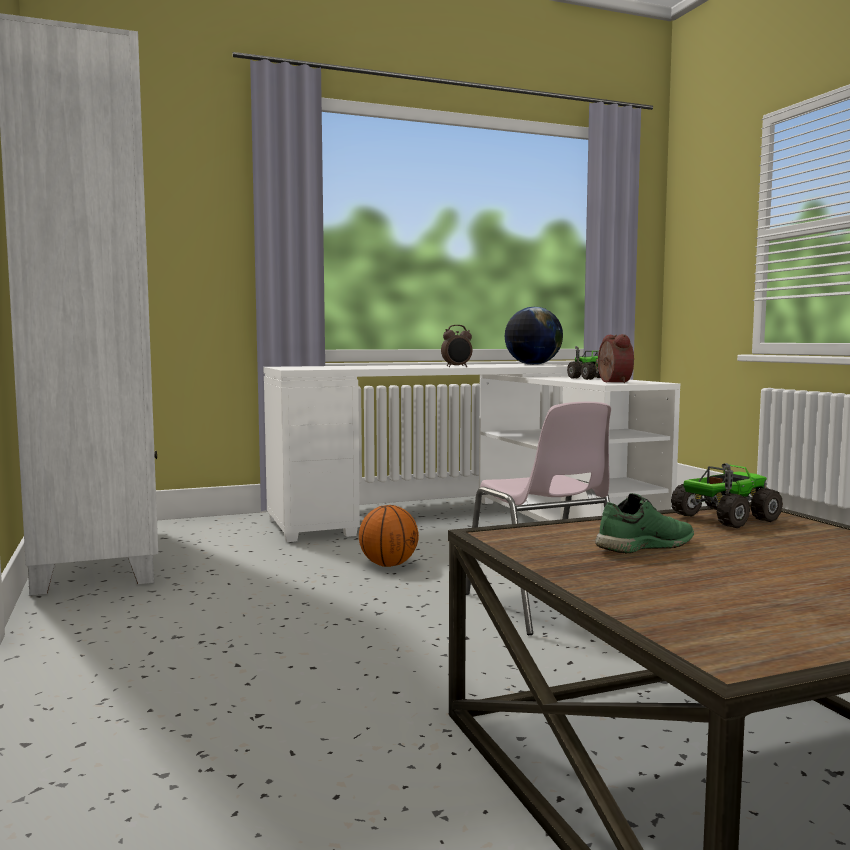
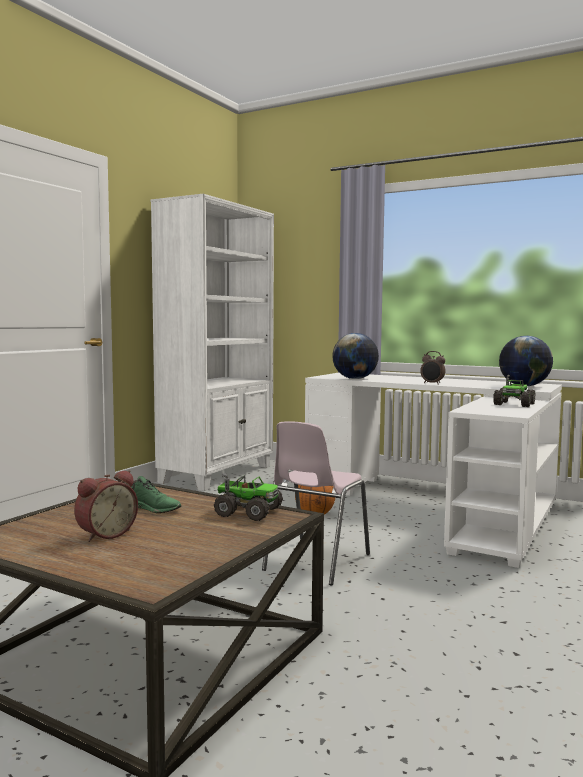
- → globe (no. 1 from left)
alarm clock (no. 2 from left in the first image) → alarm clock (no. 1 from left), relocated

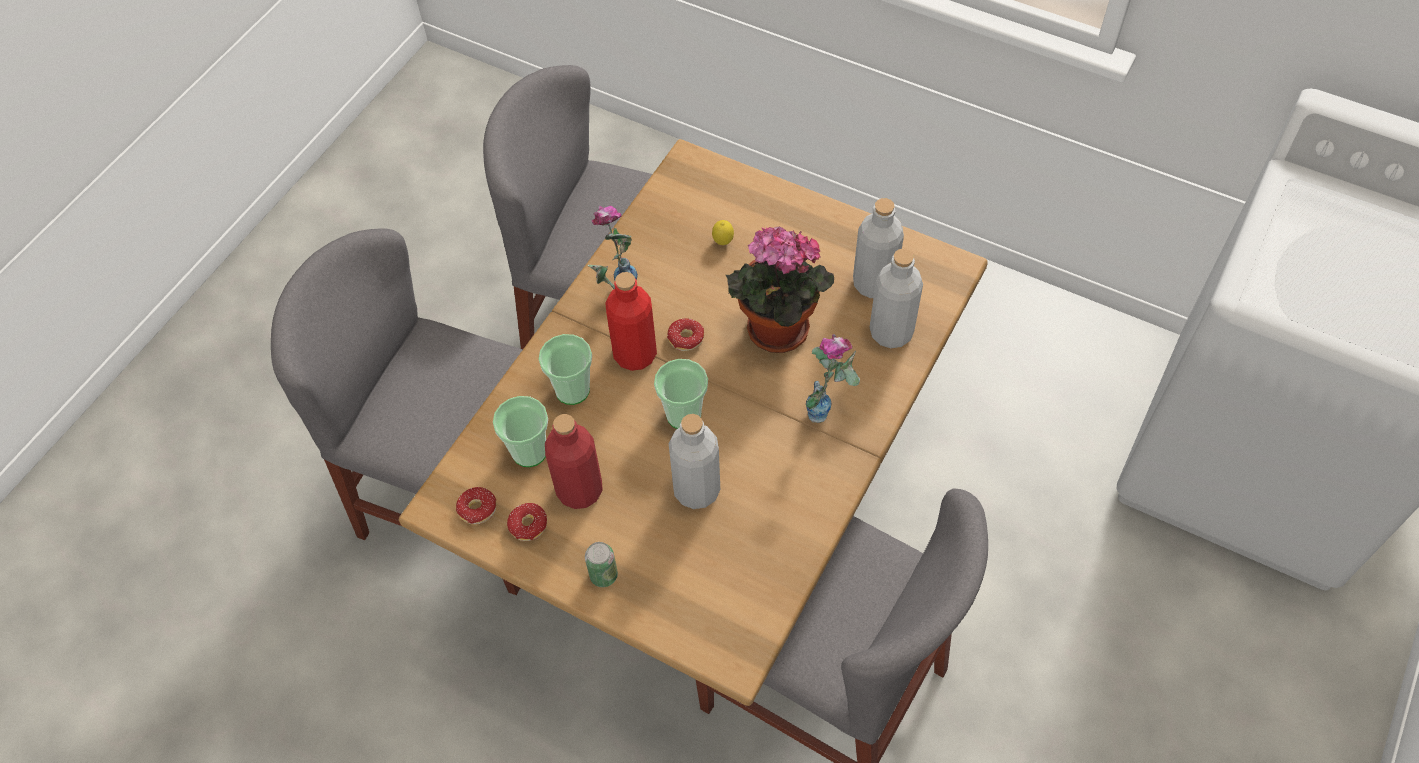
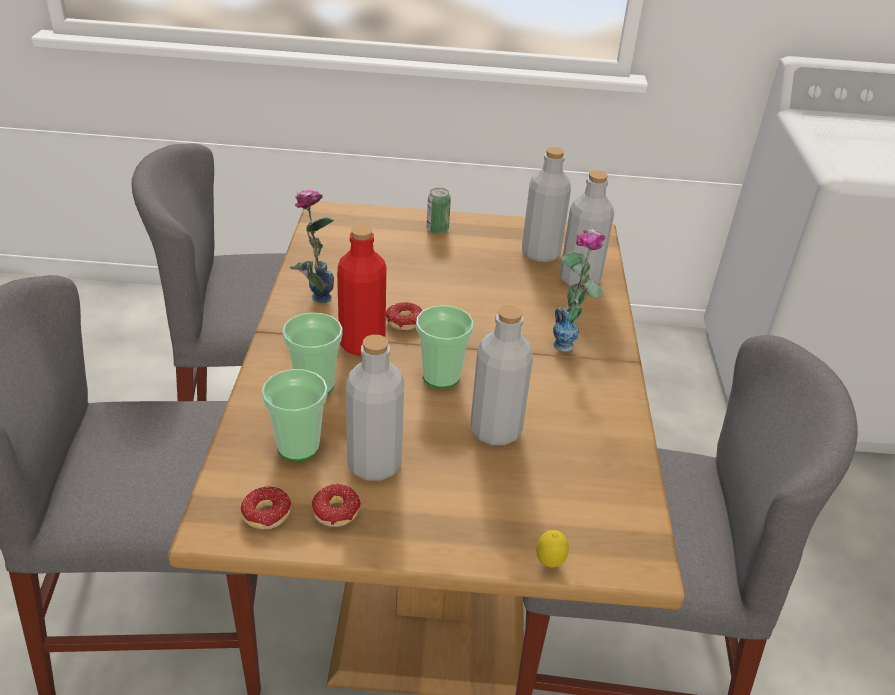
potted plant → -
can, relocated
lemon, relocated
bottle (red) (no. 1 from left) → bottle (grey) (no. 1 from left)

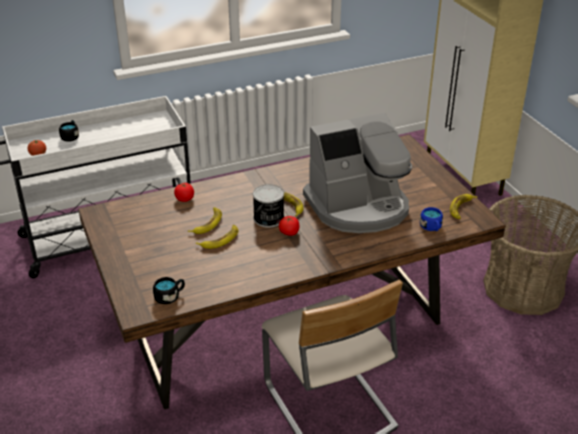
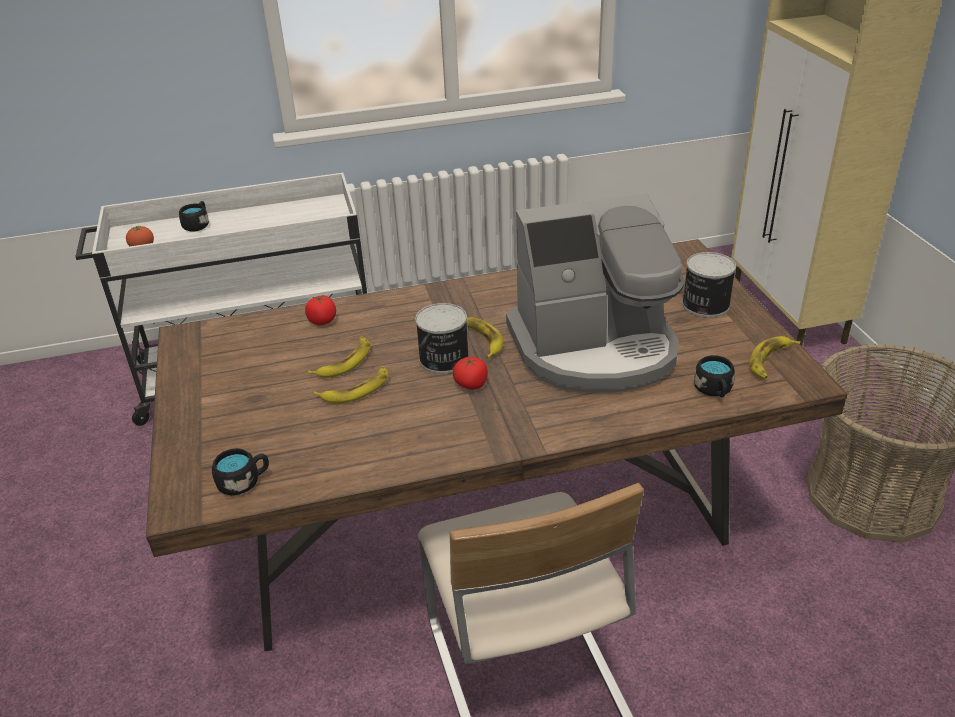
- → can (no. 2 from left)
mug (blue) → mug (black) (no. 3 from left)

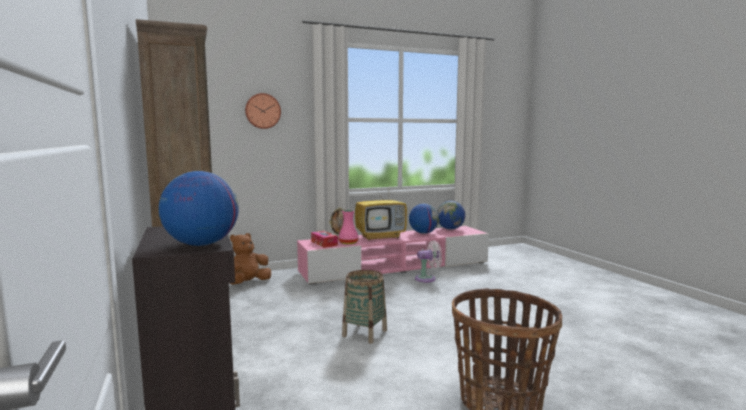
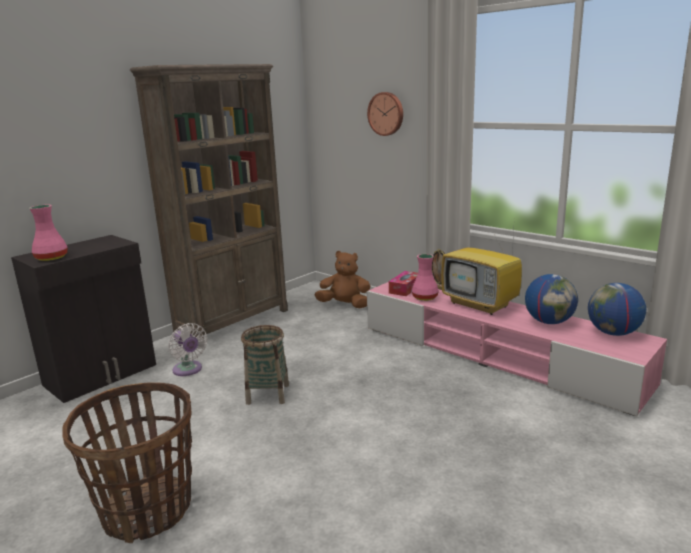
fan (white), relocated
globe (no. 1 from left) → vase (pink) (no. 1 from left)

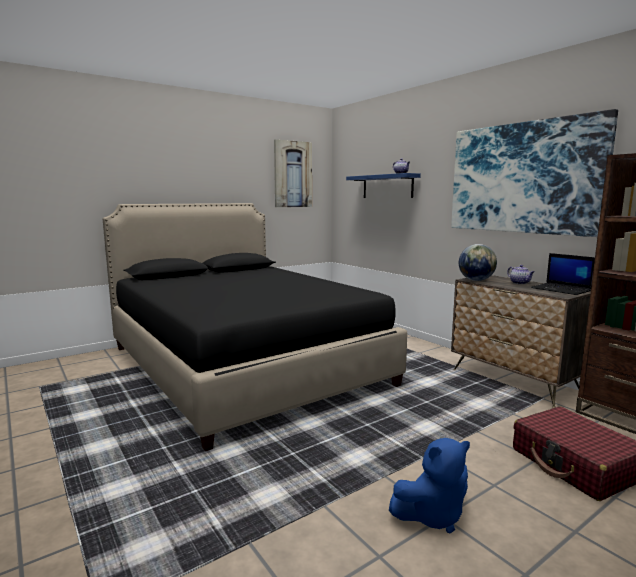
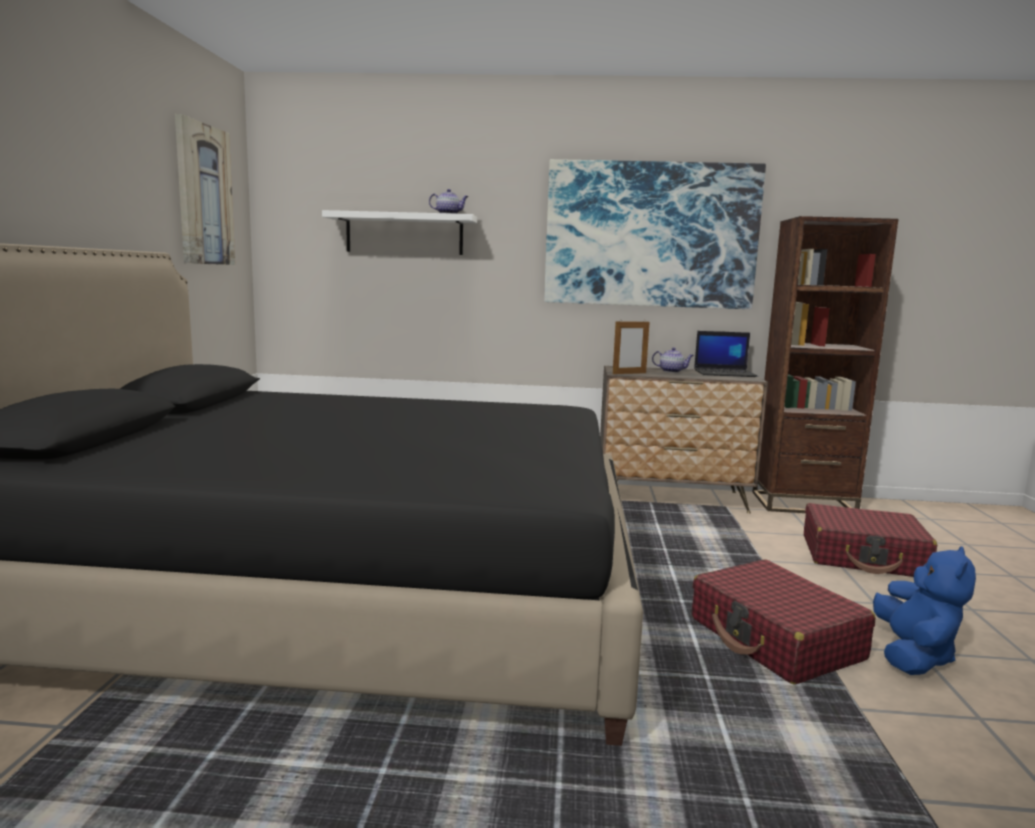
- → suitcase (red) (no. 1 from left)
globe → picture frame
shelf (blue) → shelf (white)

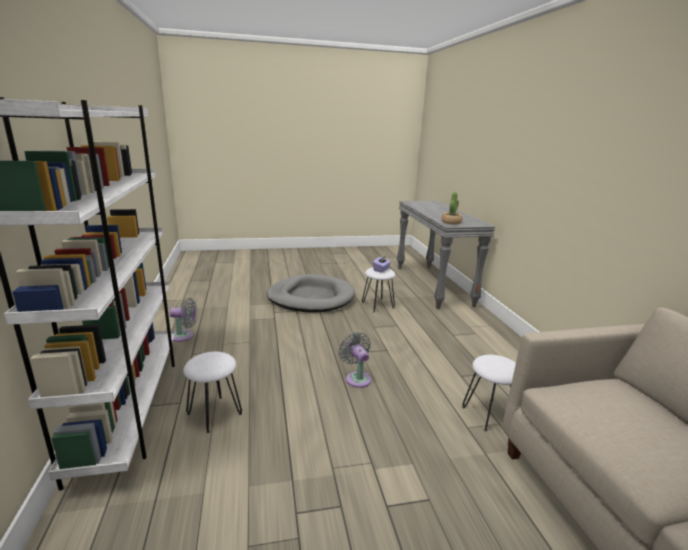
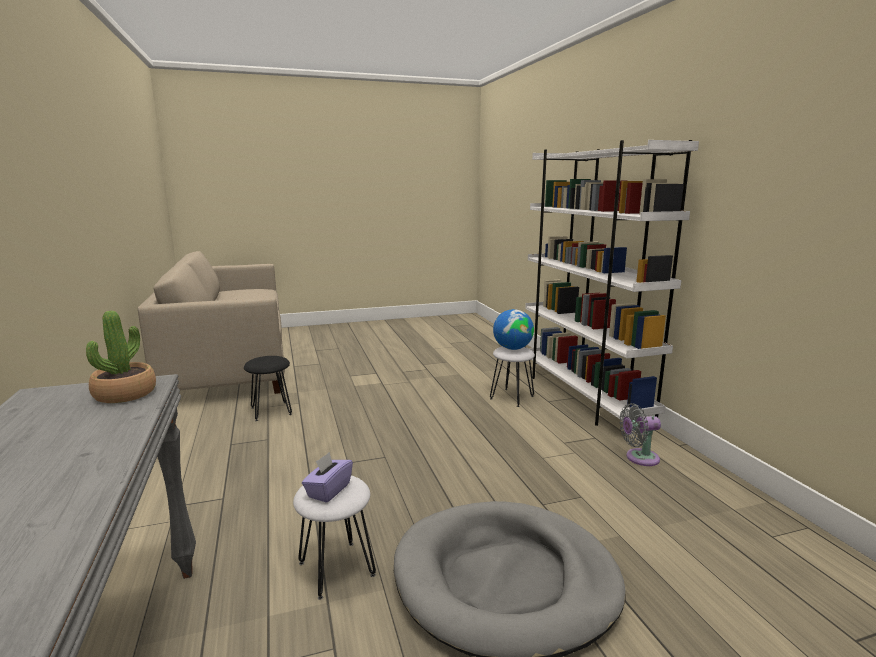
fan (grey) (no. 2 from left) → -
- → globe
stool (white) (no. 3 from left) → stool (black)

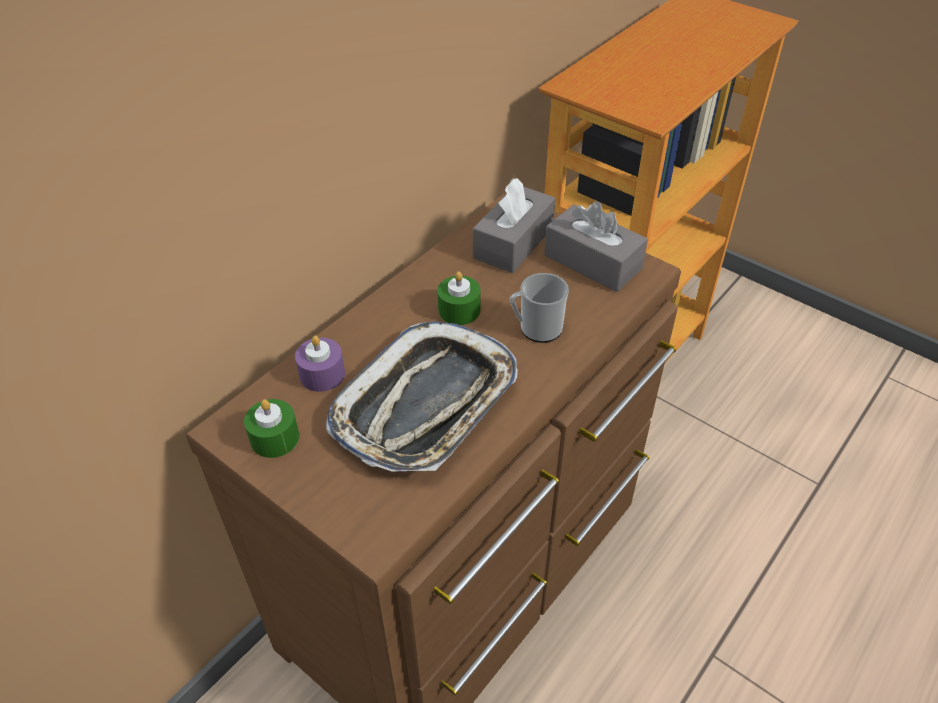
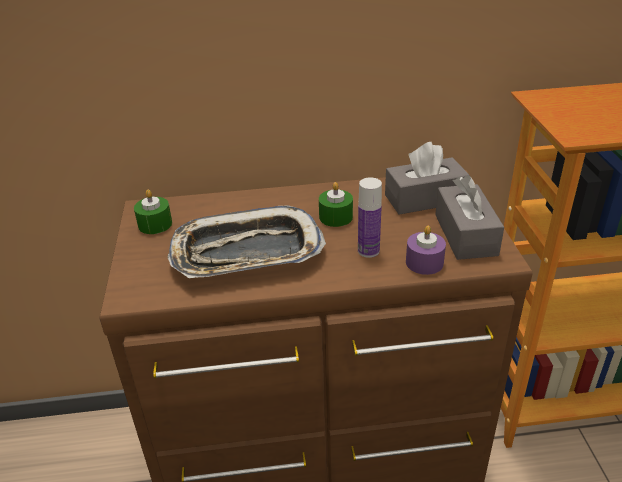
candle (purple), relocated
mug → bottle

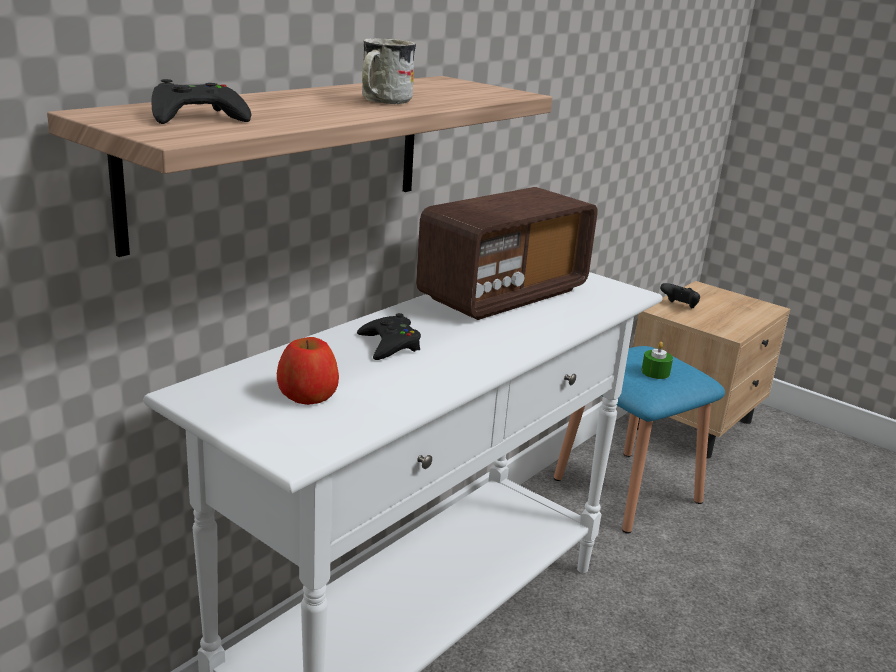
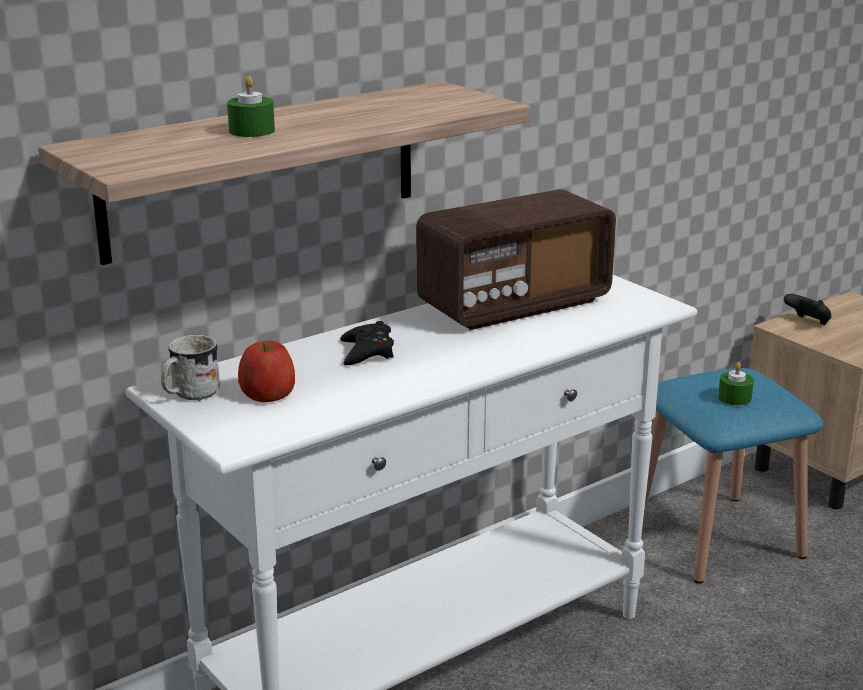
game controller (black) (no. 1 from left) → -
- → candle (green) (no. 1 from left)
mug (white), relocated

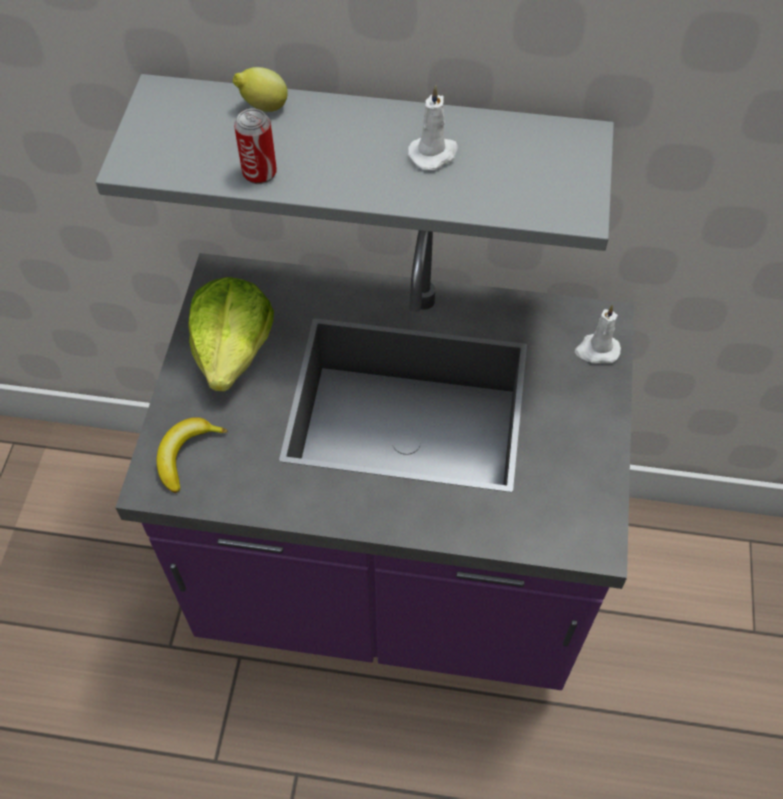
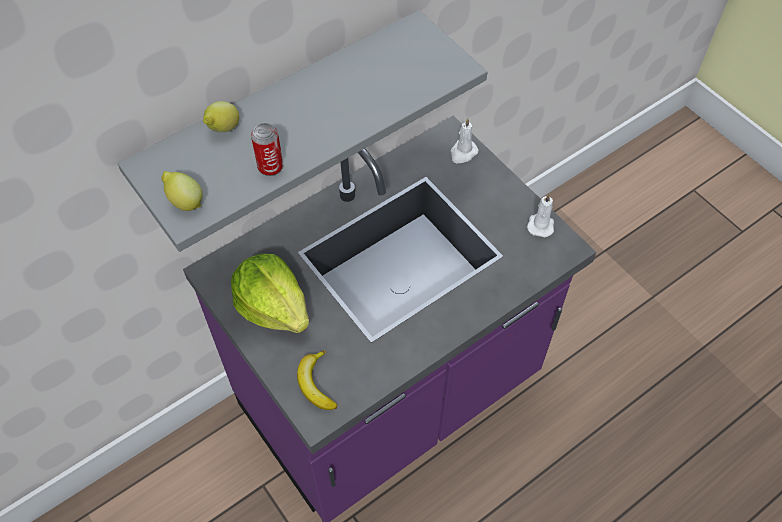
- → lemon (no. 1 from left)
candle (white) (no. 1 from left in the first image) → candle (white) (no. 2 from left), relocated

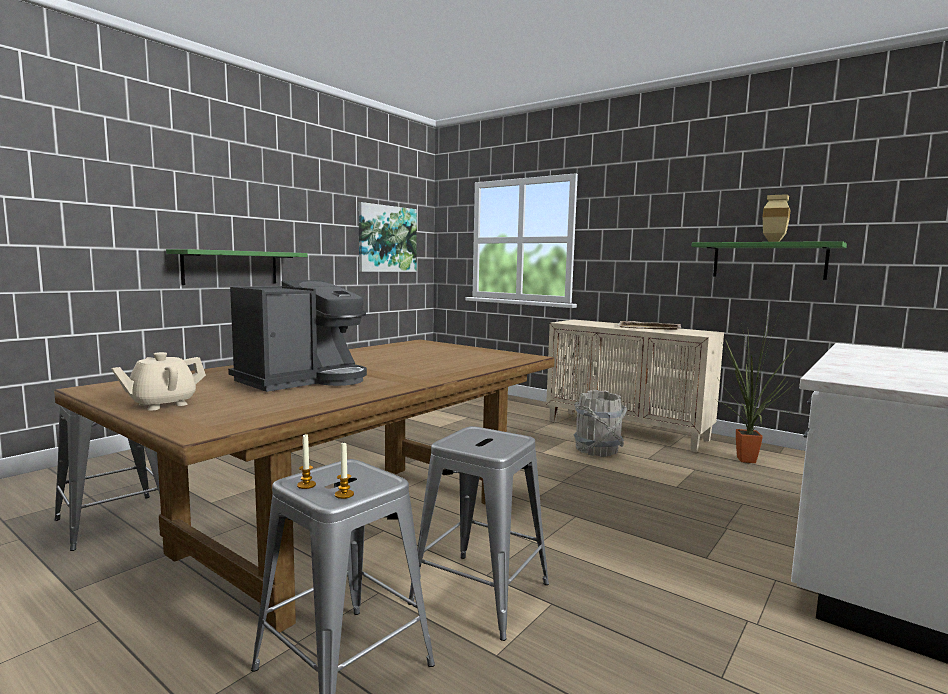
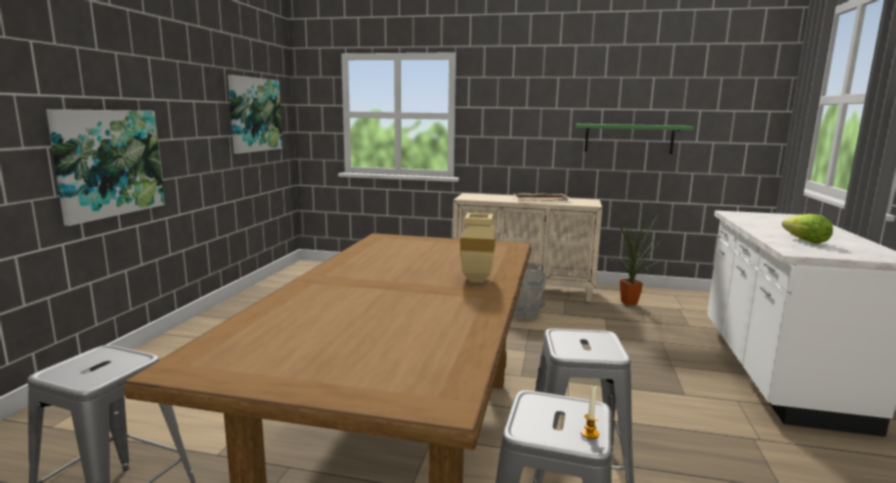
teapot (beige) → -
coffee machine → -
candle (no. 1 from left) → -
- → lettuce
vase (beige), relocated
shelf (green) (no. 1 from left) → picture (no. 1 from left)

